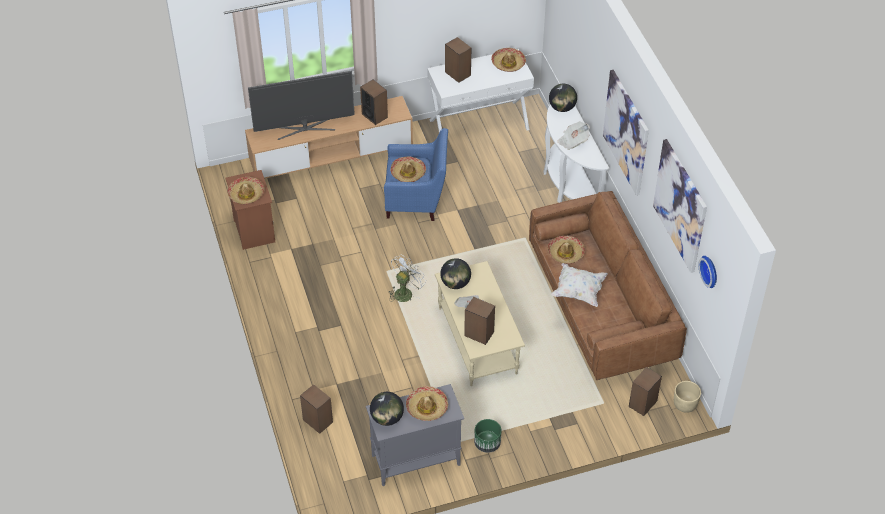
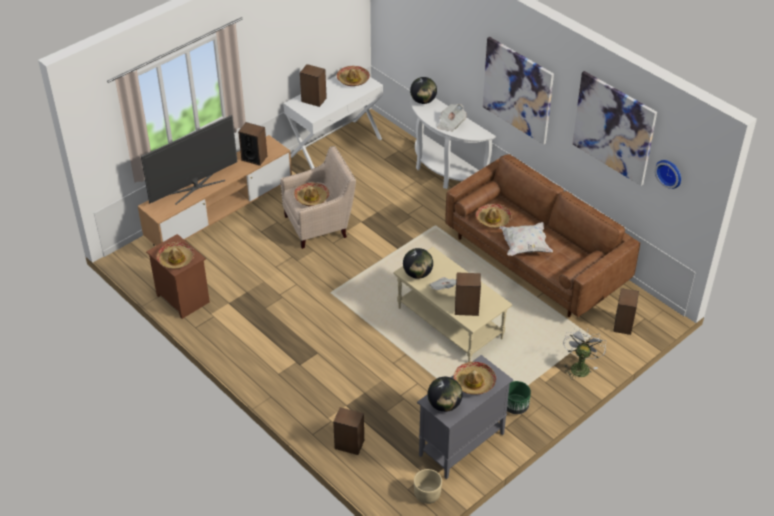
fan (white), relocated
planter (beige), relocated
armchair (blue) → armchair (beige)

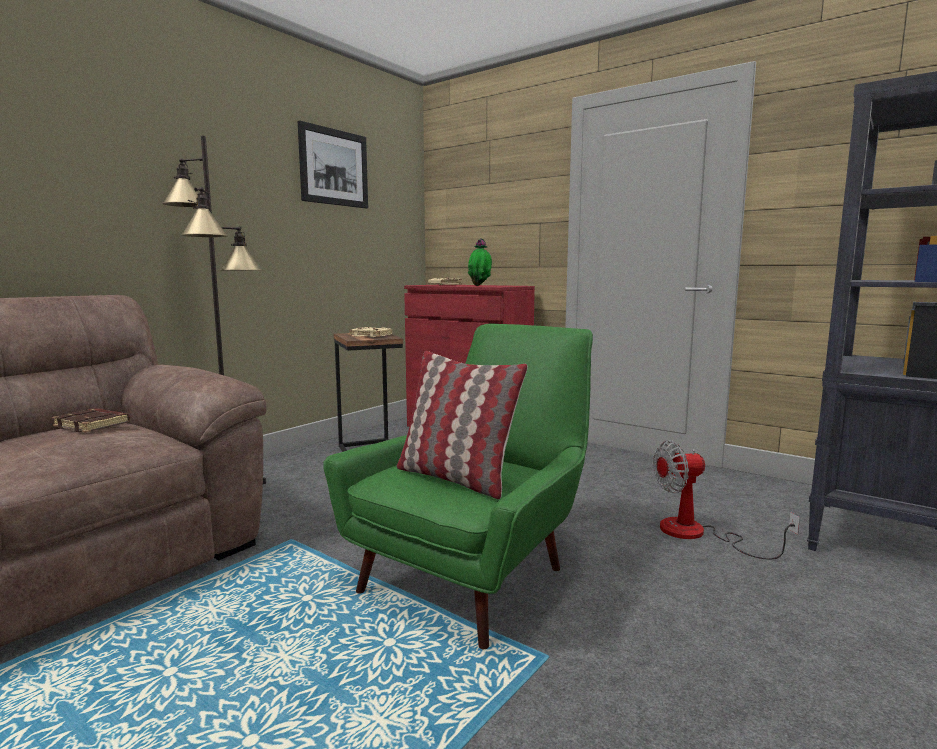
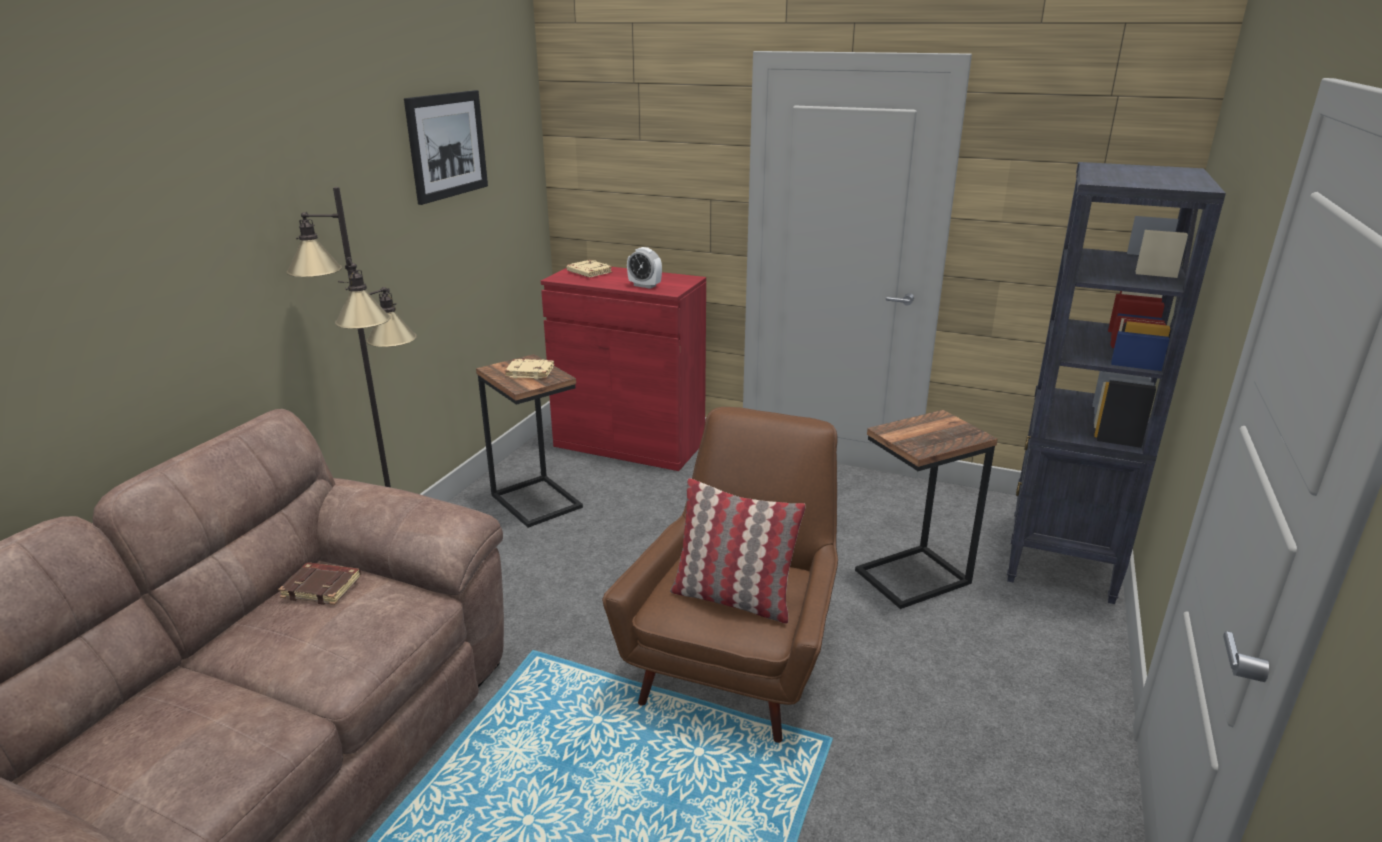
potted plant → alarm clock
fan → side table (no. 2 from left)
armchair (green) → armchair (brown)

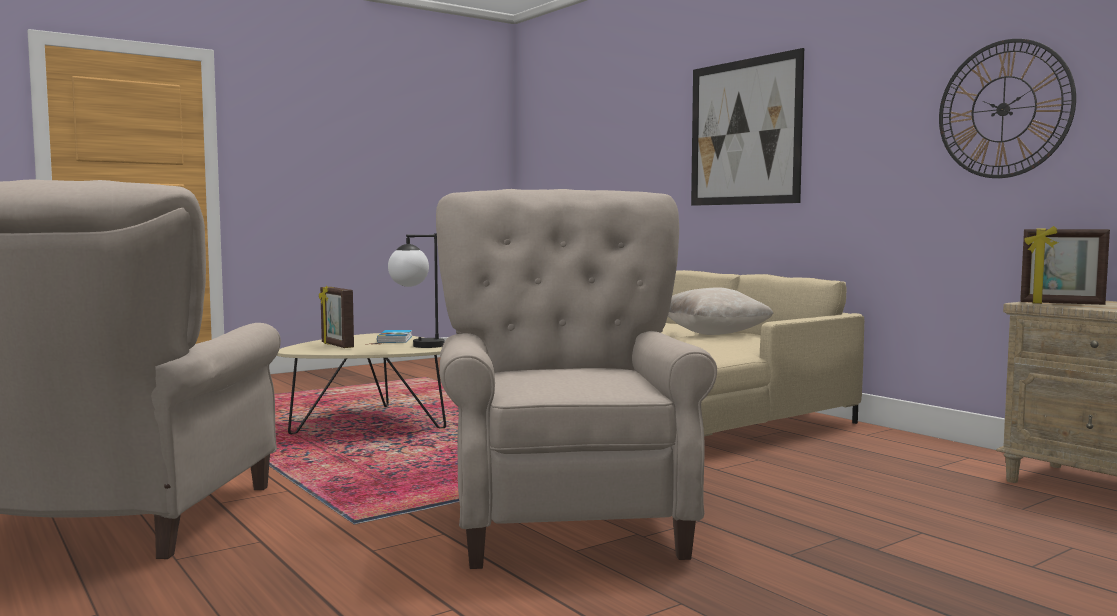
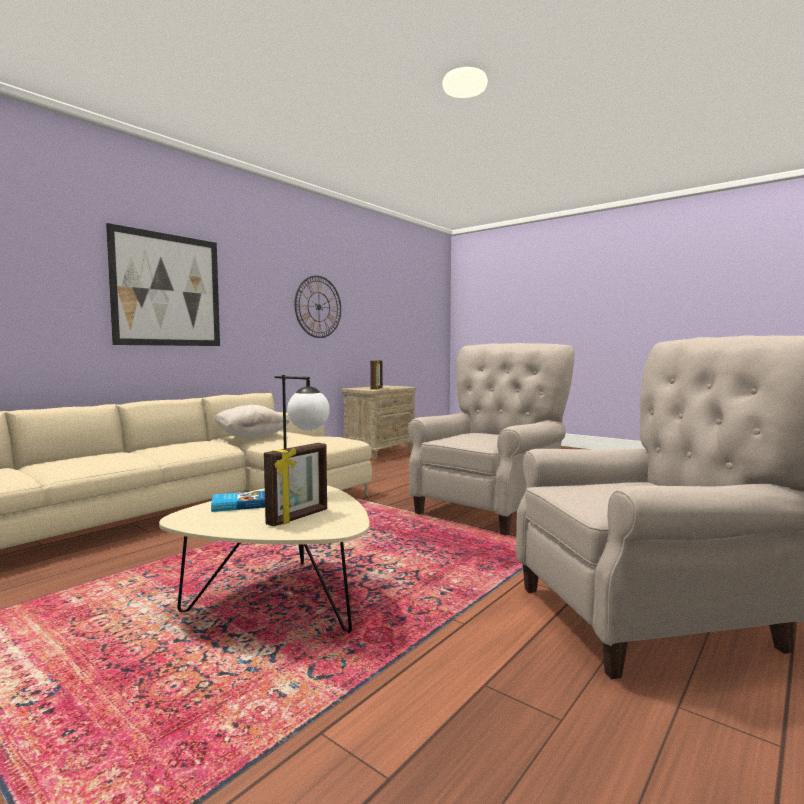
armchair (beige) (no. 2 from left in the first image) → armchair (beige) (no. 1 from left), 150 degrees clockwise

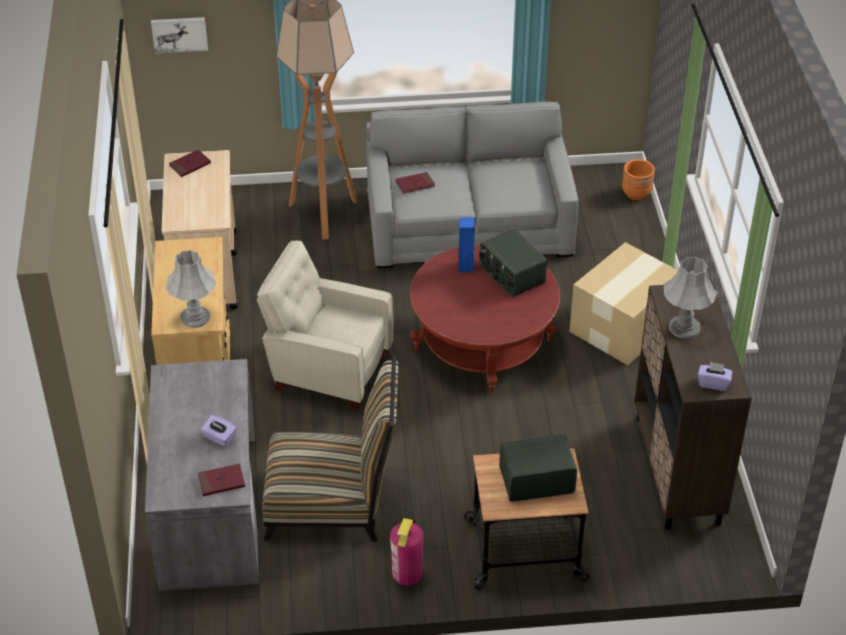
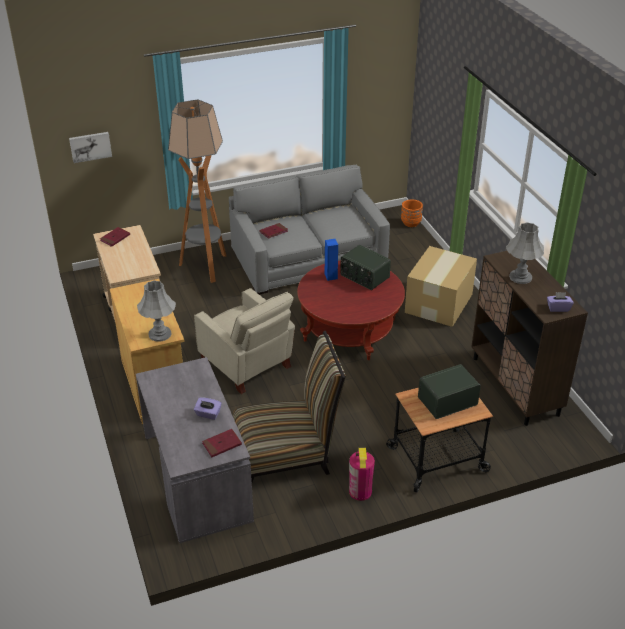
armchair (beige), 135 degrees counterclockwise

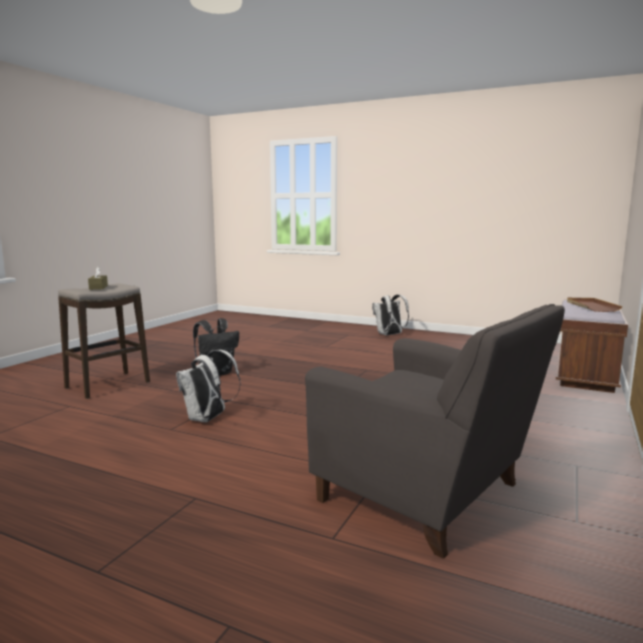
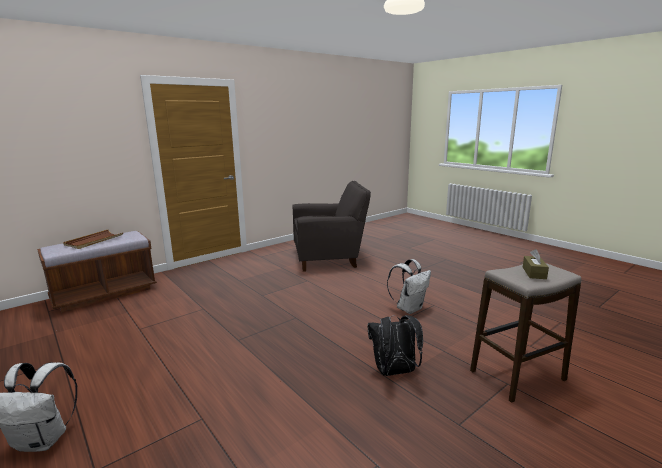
armchair (grey), 105 degrees clockwise

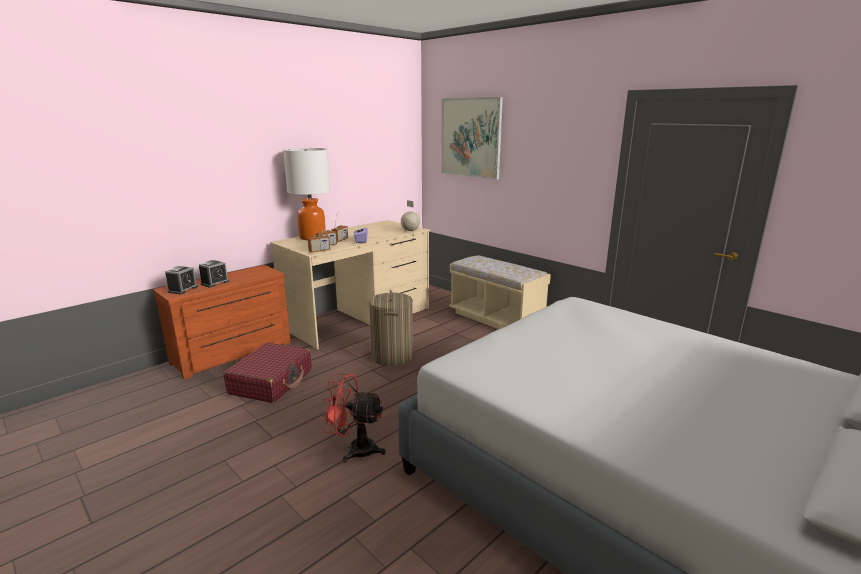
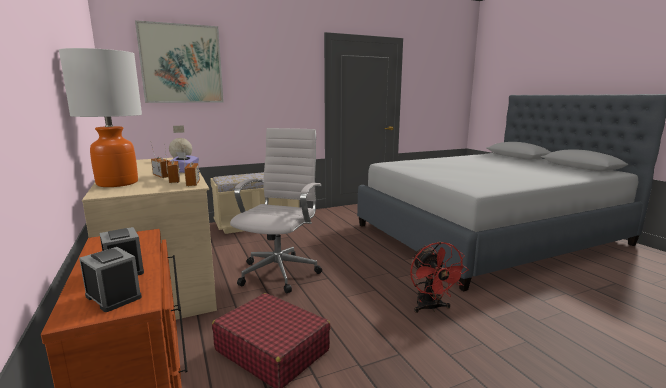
laundry basket → office chair (white)
fan (red), 45 degrees counterclockwise

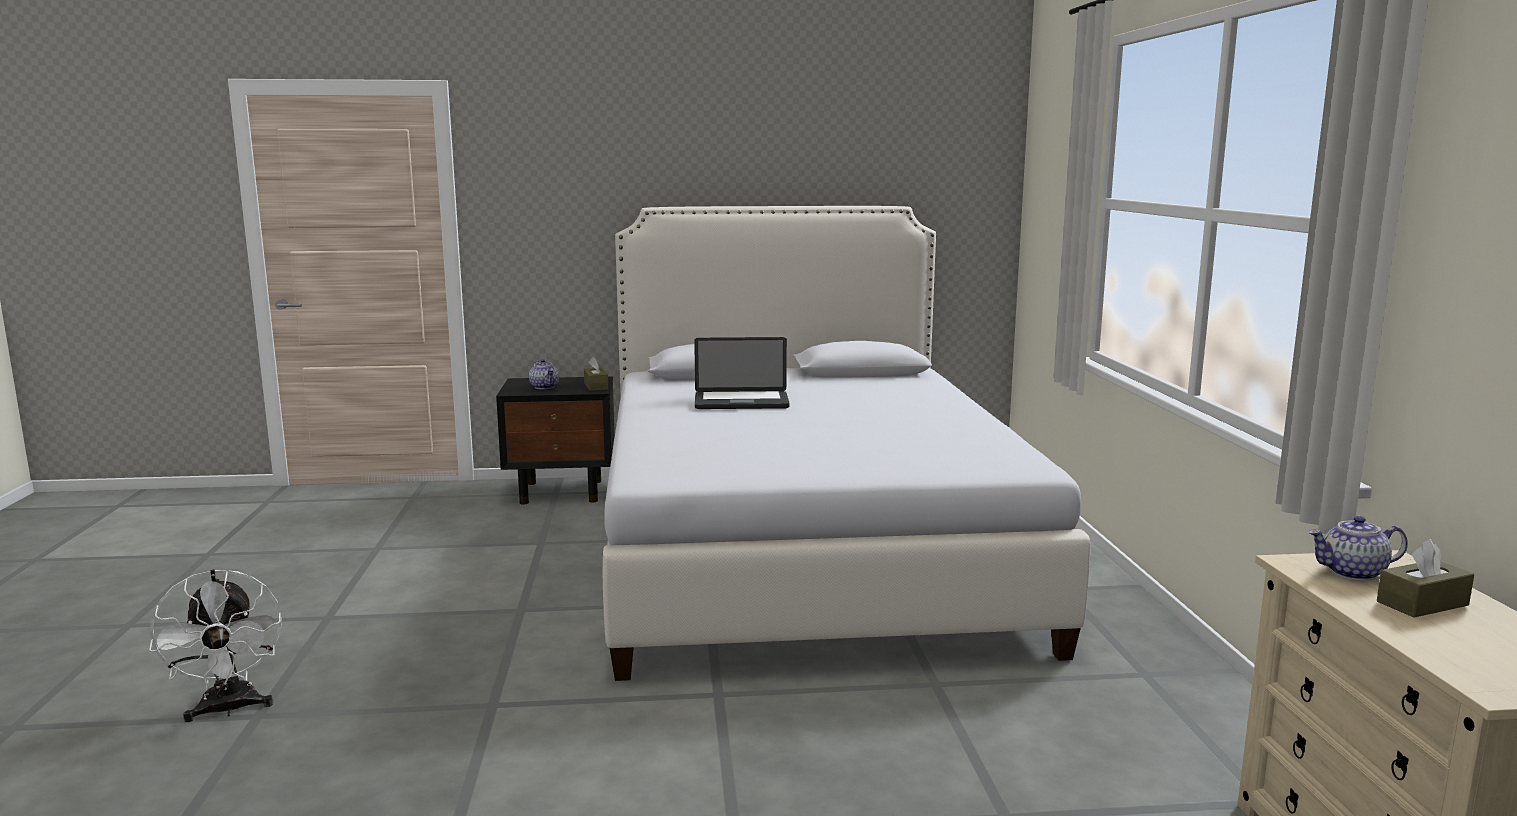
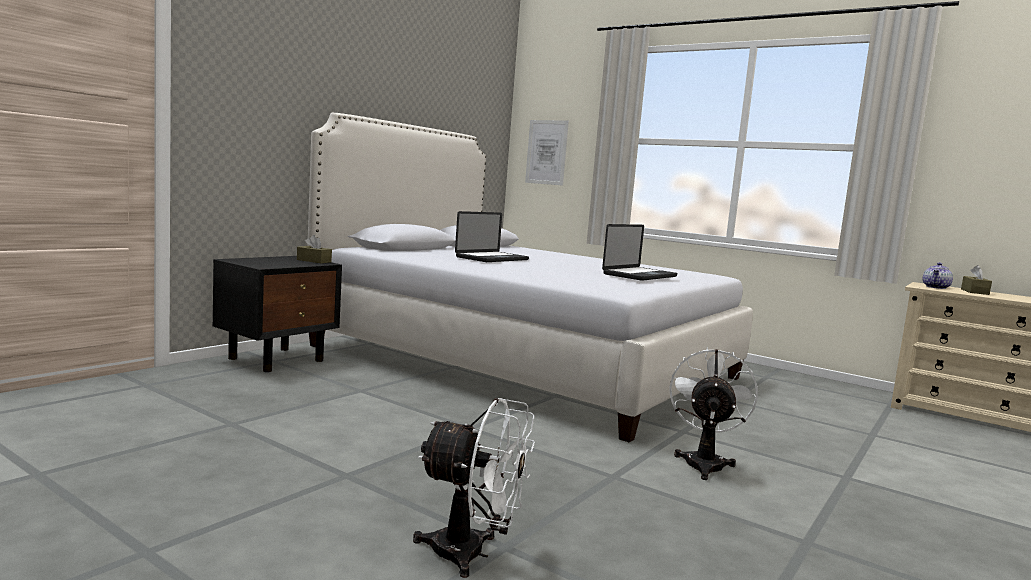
teapot (no. 1 from left) → -
- → picture
- → laptop (no. 2 from left)
- → fan (white) (no. 2 from left)

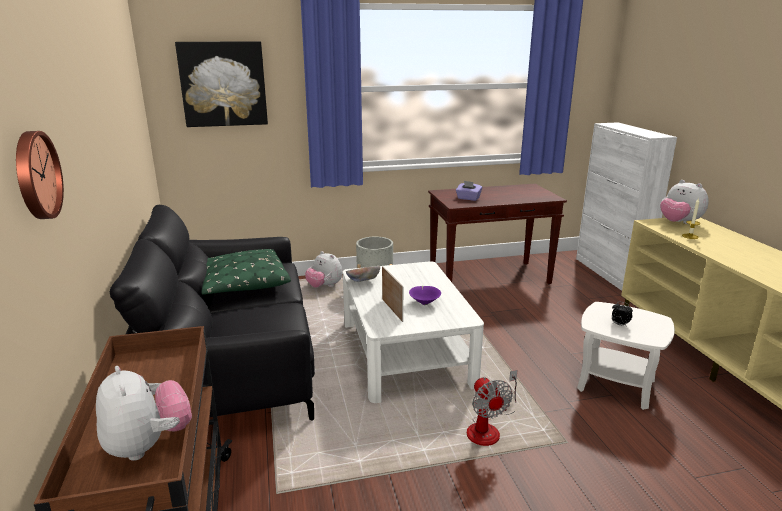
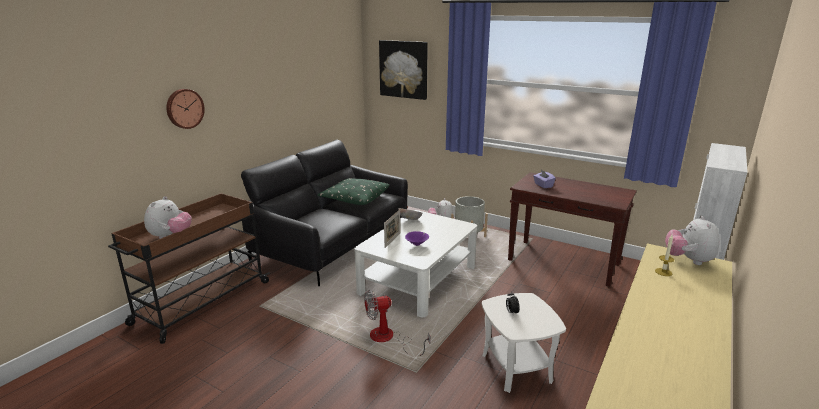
fan, 45 degrees clockwise

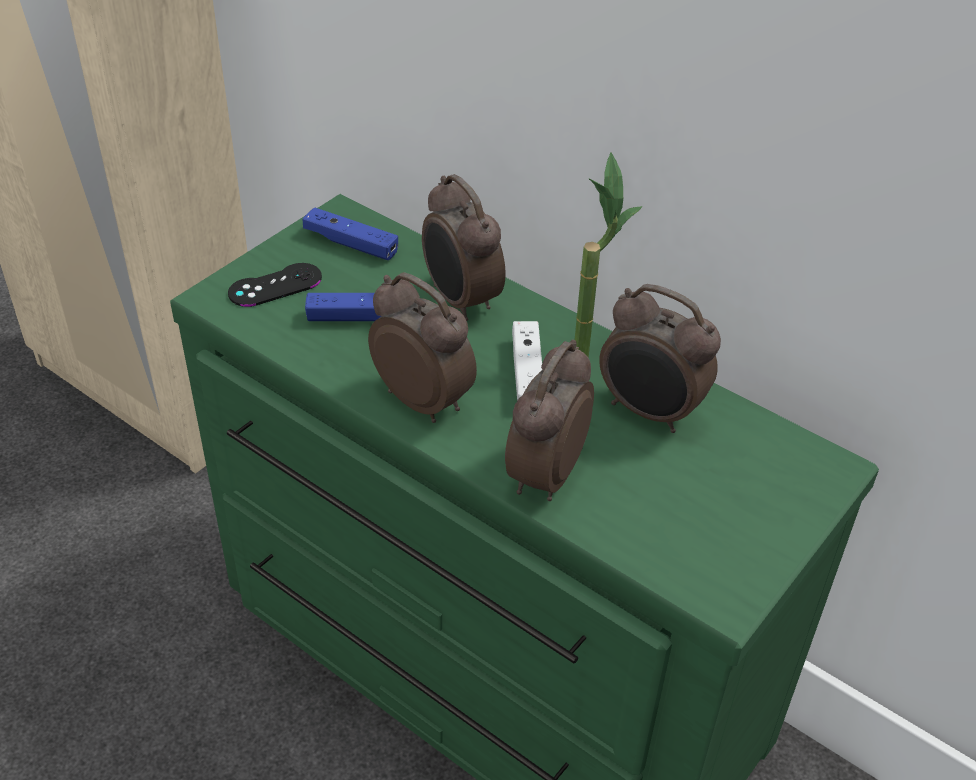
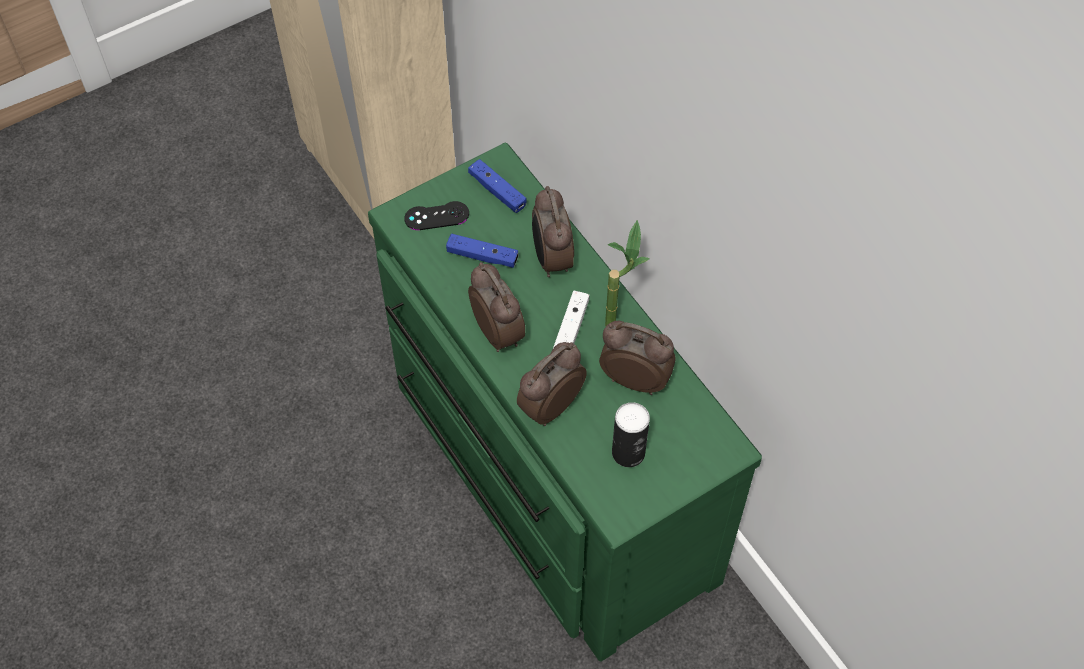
- → can
alarm clock (no. 4 from left), 150 degrees clockwise

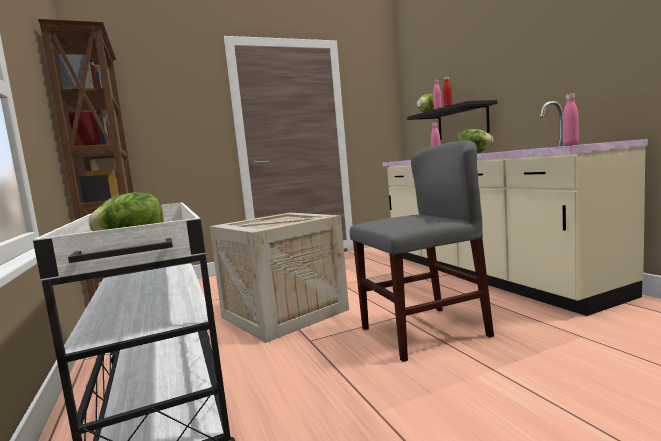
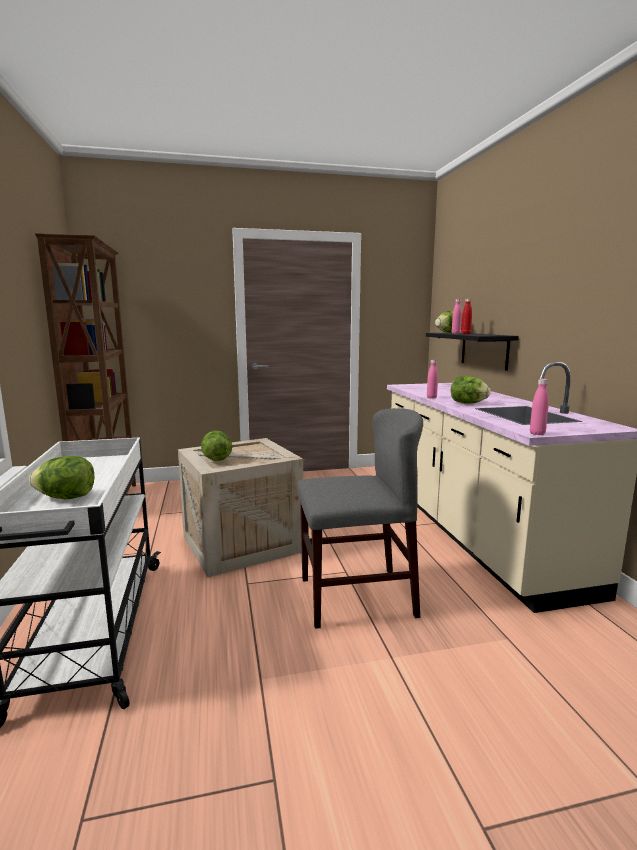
- → lettuce (no. 2 from left)

